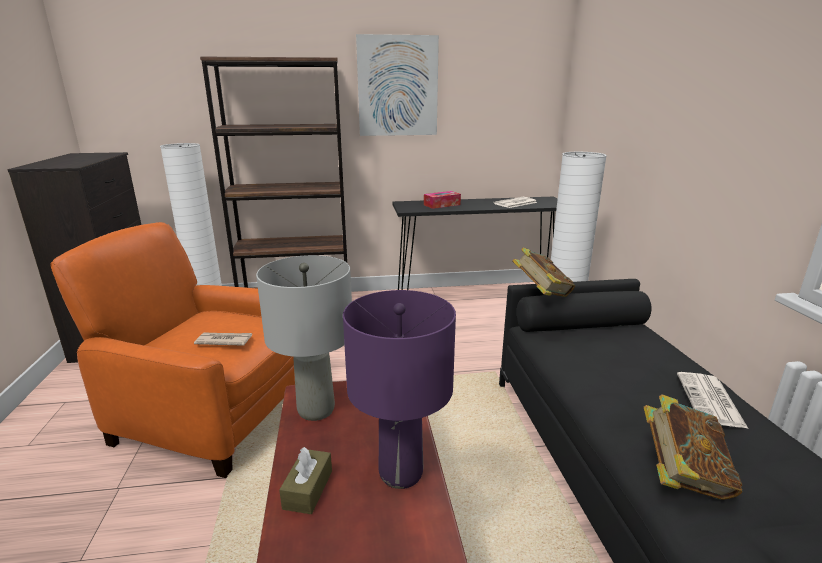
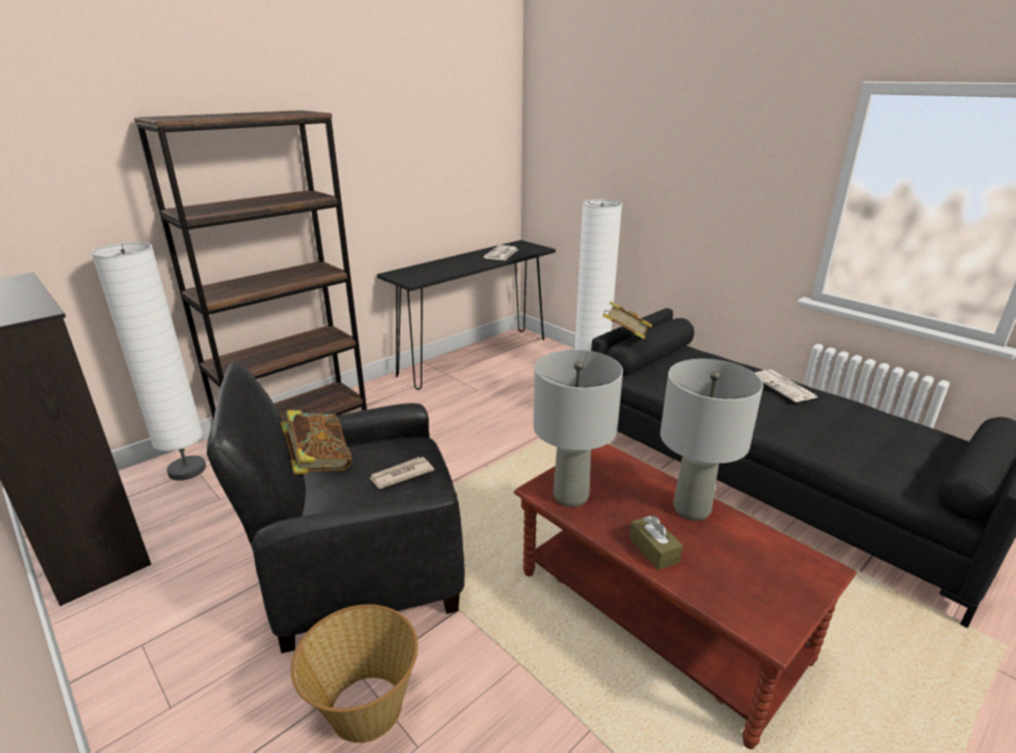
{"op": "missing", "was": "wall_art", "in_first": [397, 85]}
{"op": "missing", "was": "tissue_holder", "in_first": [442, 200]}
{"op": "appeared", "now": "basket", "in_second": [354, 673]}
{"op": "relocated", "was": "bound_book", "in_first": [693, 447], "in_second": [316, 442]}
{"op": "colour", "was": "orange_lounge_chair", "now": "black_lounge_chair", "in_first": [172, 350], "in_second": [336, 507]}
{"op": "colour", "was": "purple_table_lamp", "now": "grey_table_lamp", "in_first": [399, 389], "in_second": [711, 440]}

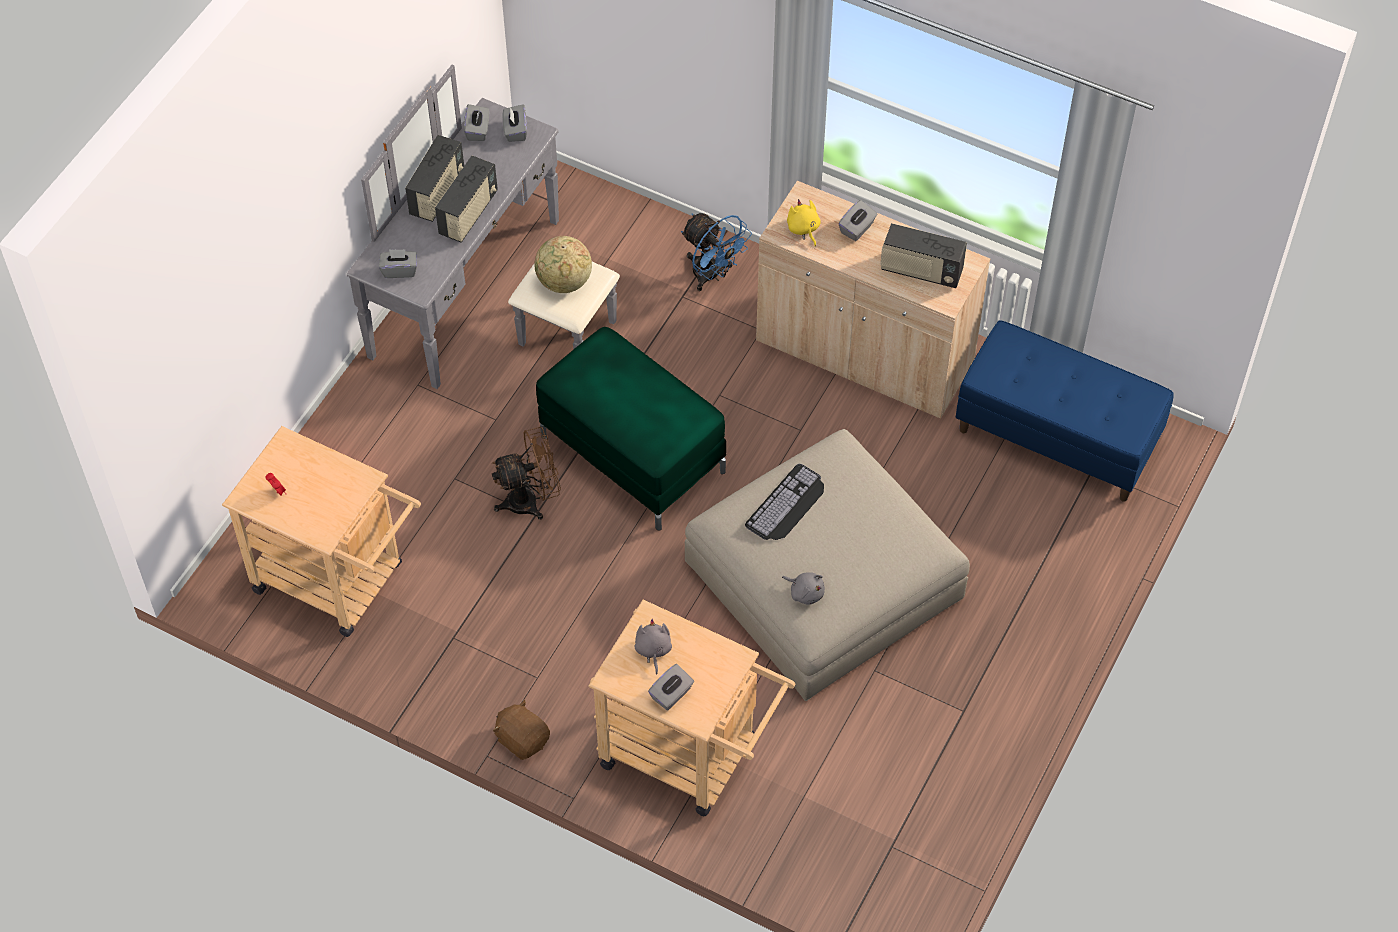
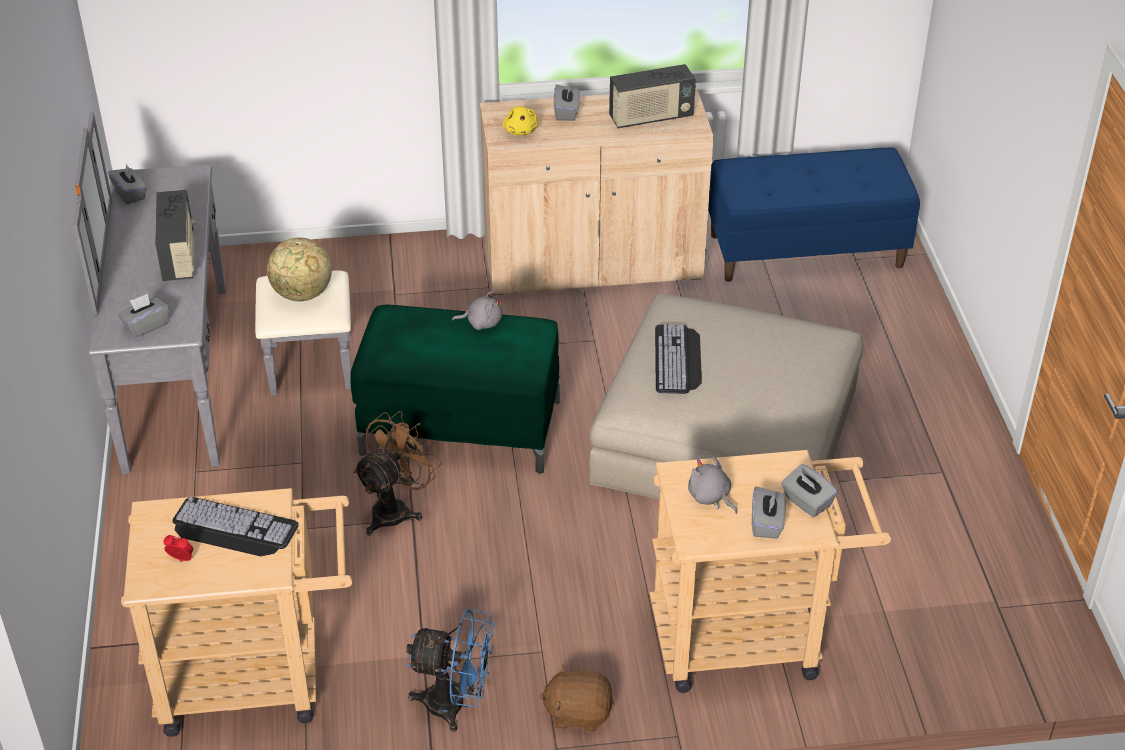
{"op": "missing", "was": "radio_receiver", "in_first": [434, 178]}
{"op": "appeared", "now": "PC_keyboard", "in_second": [236, 527]}
{"op": "relocated", "was": "grey_tissue_holder", "in_first": [515, 123], "in_second": [809, 490]}
{"op": "relocated", "was": "bluish_electric_fan", "in_first": [716, 252], "in_second": [450, 670]}
{"op": "relocated", "was": "grey_soft_toy", "in_first": [803, 588], "in_second": [477, 310]}
{"op": "spun", "was": "yellowish_soft_toy", "in_first": [804, 223], "in_second": [520, 121], "clockwise": -135}

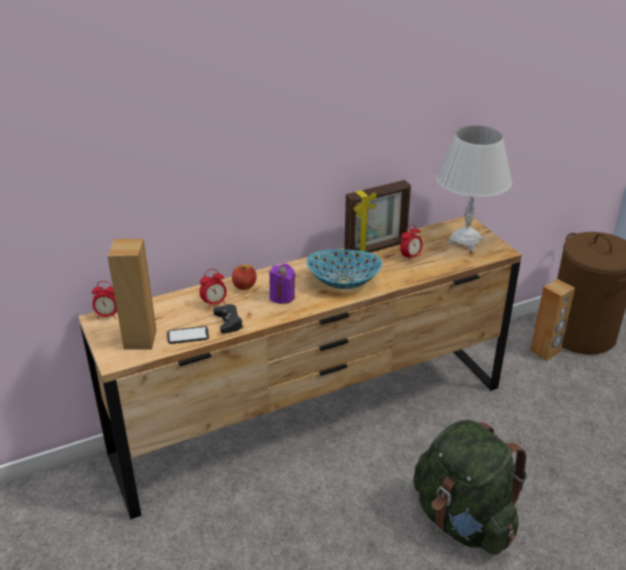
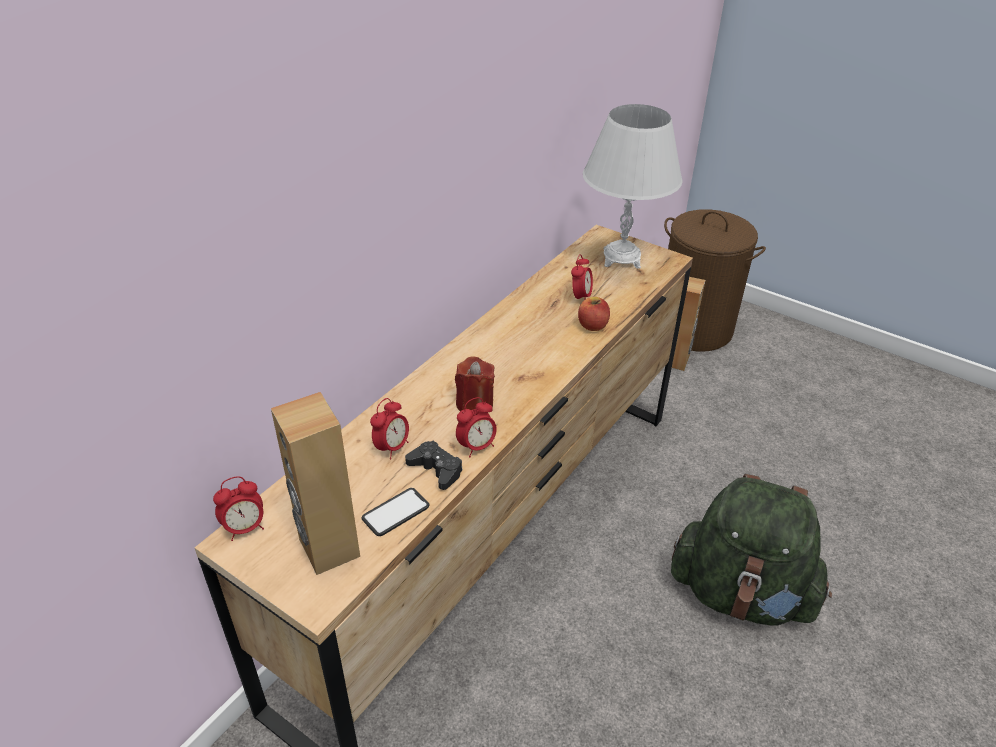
{"op": "missing", "was": "deep_dish", "in_first": [344, 269]}
{"op": "missing", "was": "standing_frame", "in_first": [377, 216]}
{"op": "appeared", "now": "table_clock", "in_second": [476, 427]}
{"op": "relocated", "was": "apple", "in_first": [244, 277], "in_second": [594, 314]}
{"op": "colour", "was": "purple_candle", "now": "reddish_candle", "in_first": [282, 283], "in_second": [475, 384]}

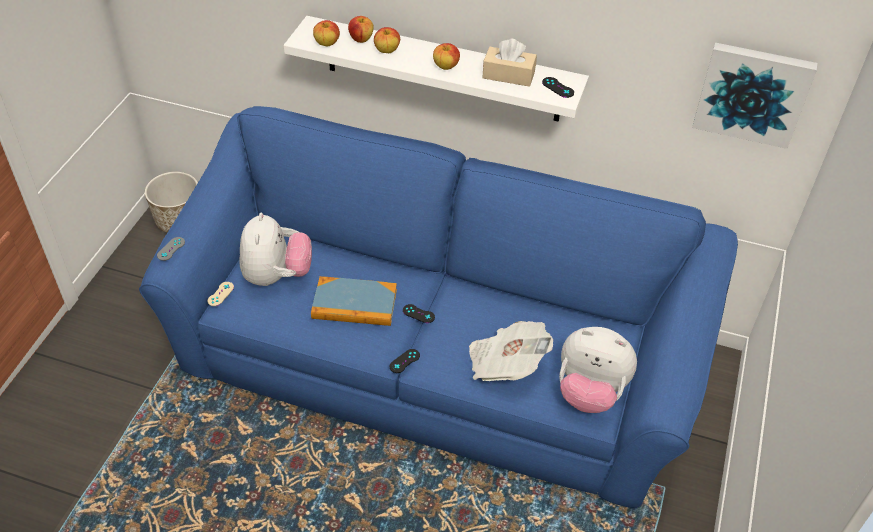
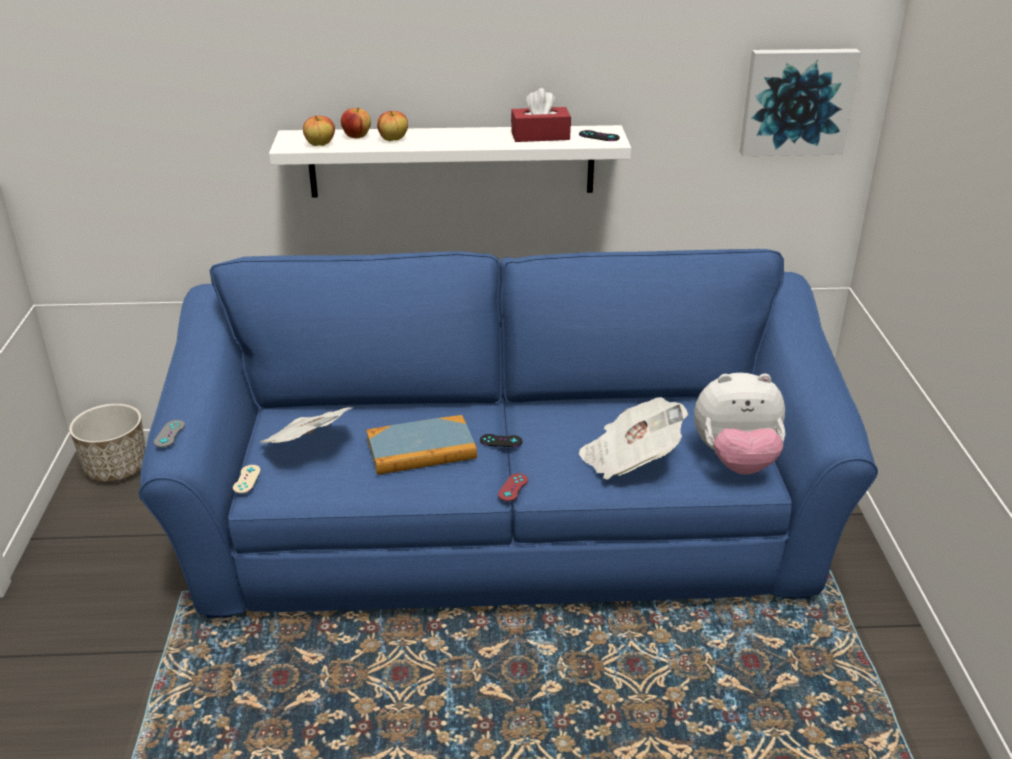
{"op": "missing", "was": "apple", "in_first": [446, 56]}
{"op": "exchanged", "was": "soft_toy", "now": "daily_paper", "in_first": [275, 249], "in_second": [307, 425]}
{"op": "colour", "was": "black_gamepad", "now": "reddish_gamepad", "in_first": [404, 361], "in_second": [513, 487]}
{"op": "colour", "was": "sand-coloured_tissue_holder", "now": "reddish_tissue_holder", "in_first": [509, 63], "in_second": [541, 115]}

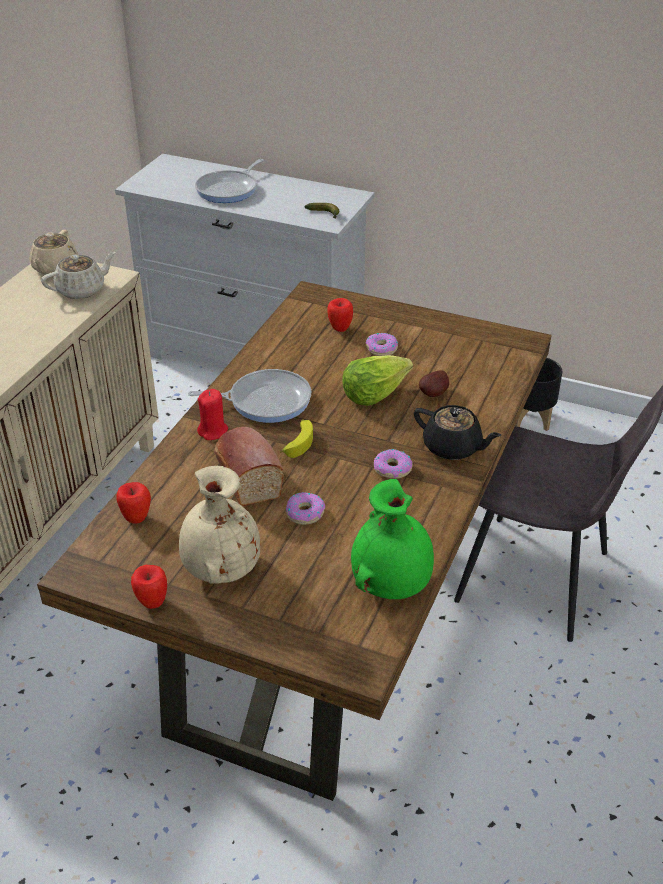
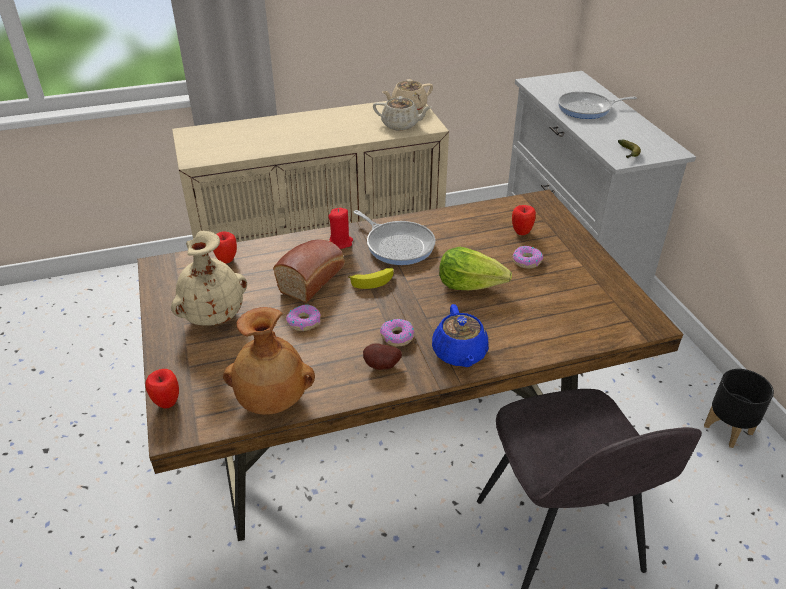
{"op": "relocated", "was": "apple", "in_first": [149, 587], "in_second": [162, 389]}
{"op": "relocated", "was": "potato", "in_first": [434, 383], "in_second": [382, 356]}
{"op": "colour", "was": "green-coloured_decorative_vase", "now": "brown-coloured_decorative_vase", "in_first": [392, 539], "in_second": [269, 361]}
{"op": "colour", "was": "black_pot_for_tea", "now": "bluish_pot_for_tea", "in_first": [458, 432], "in_second": [460, 335]}

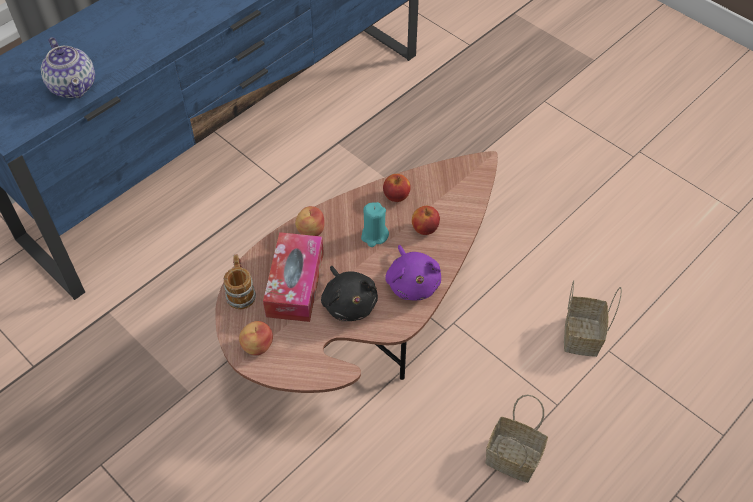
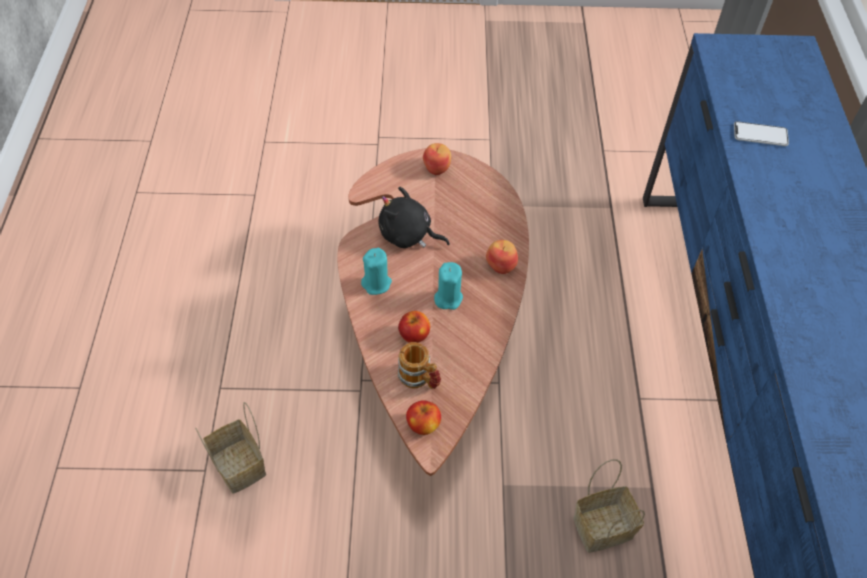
{"op": "missing", "was": "pot_for_tea", "in_first": [68, 67]}
{"op": "missing", "was": "tissue_holder", "in_first": [293, 277]}
{"op": "appeared", "now": "handset", "in_second": [761, 133]}
{"op": "relocated", "was": "coffee_mug", "in_first": [240, 282], "in_second": [419, 365]}
{"op": "relocated", "was": "apple", "in_first": [397, 188], "in_second": [423, 417]}
{"op": "relocated", "was": "basket", "in_first": [516, 438], "in_second": [609, 506]}
{"op": "exchanged", "was": "purple_soft_toy", "now": "turquoise-coloured_candle", "in_first": [413, 273], "in_second": [376, 271]}

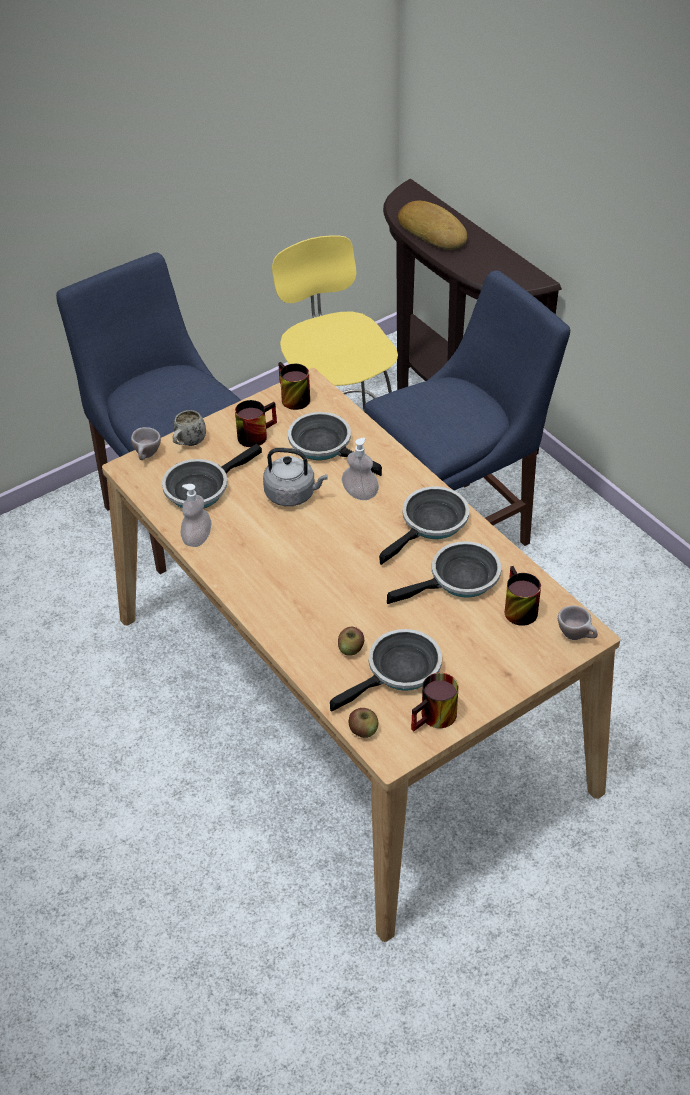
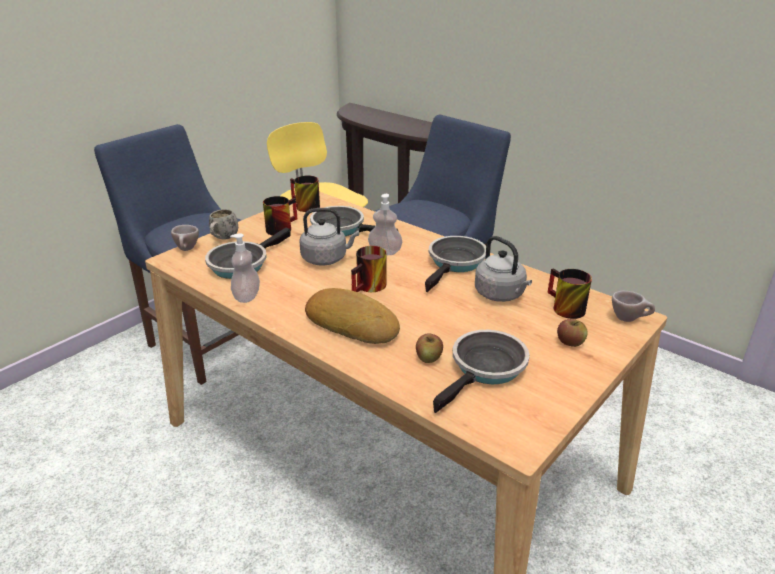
{"op": "relocated", "was": "apple", "in_first": [363, 723], "in_second": [572, 333]}
{"op": "relocated", "was": "bread", "in_first": [432, 225], "in_second": [352, 316]}
{"op": "relocated", "was": "coffee_mug", "in_first": [435, 702], "in_second": [368, 269]}
{"op": "exchanged", "was": "frying_pan", "now": "grey_tea_kettle", "in_first": [444, 572], "in_second": [503, 269]}

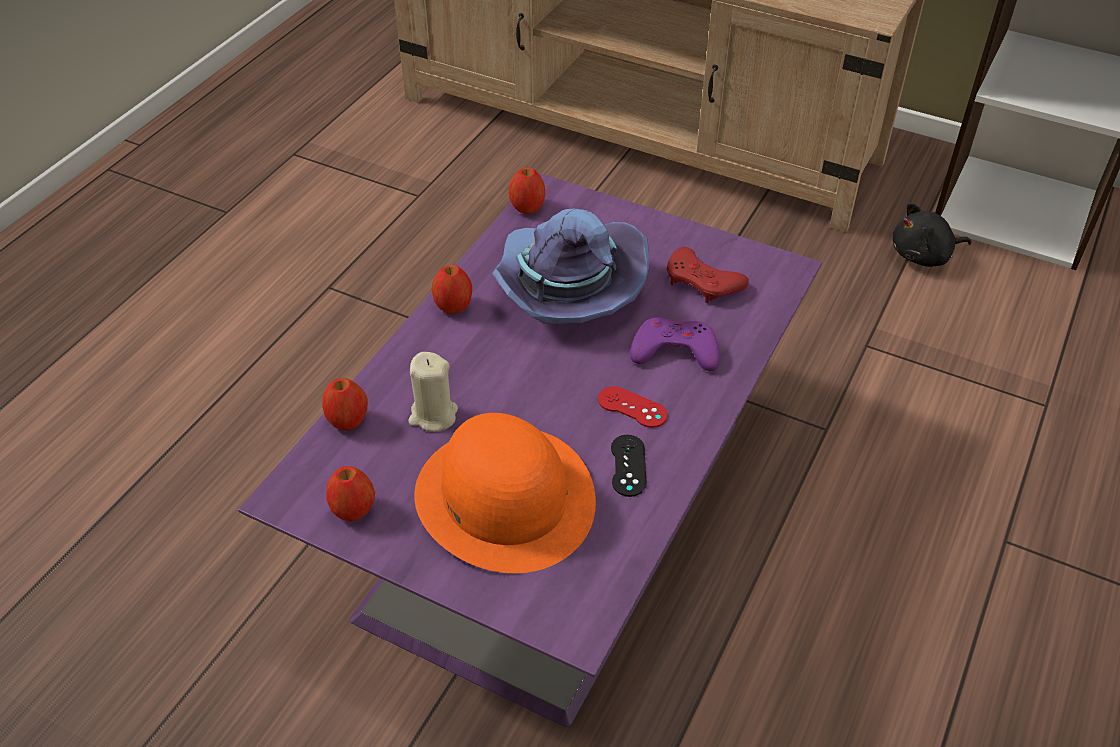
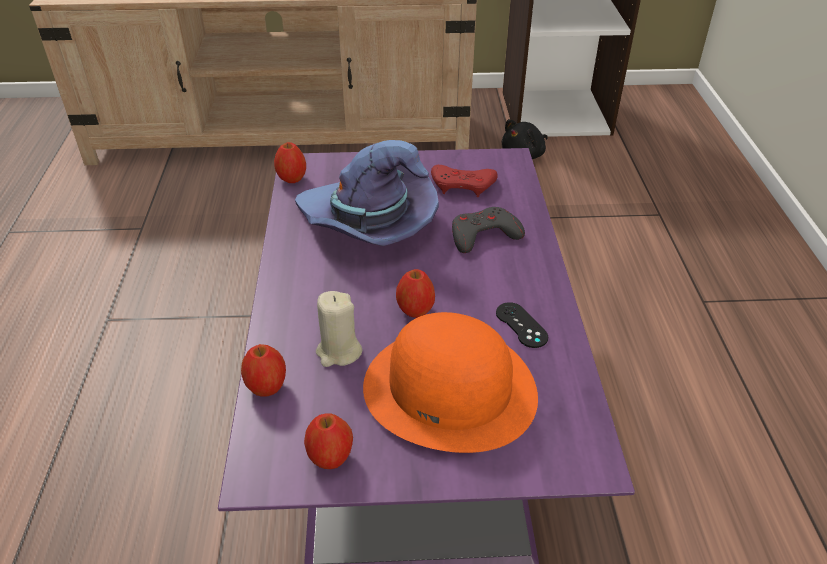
{"op": "missing", "was": "reddish_gamepad", "in_first": [633, 407]}
{"op": "relocated", "was": "apple", "in_first": [451, 289], "in_second": [415, 293]}
{"op": "colour", "was": "purple_gamepad", "now": "grey_gamepad", "in_first": [675, 344], "in_second": [488, 230]}

